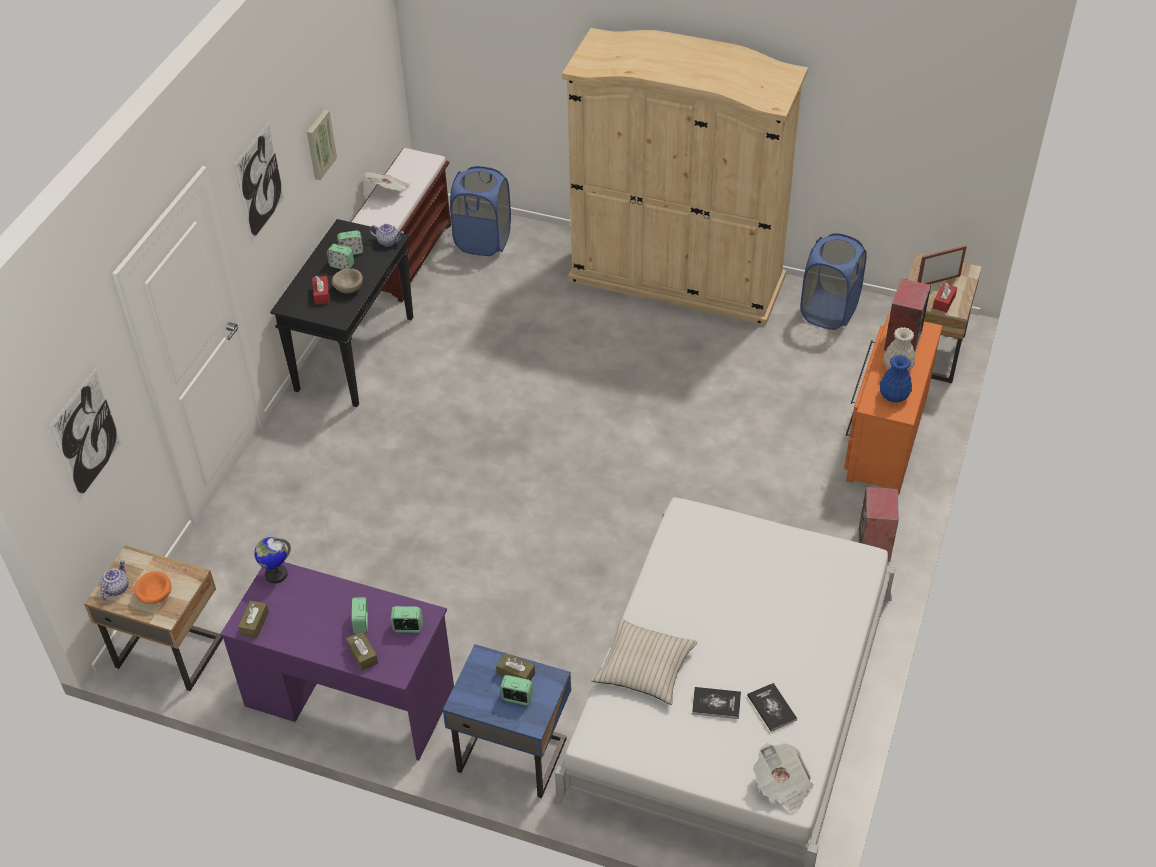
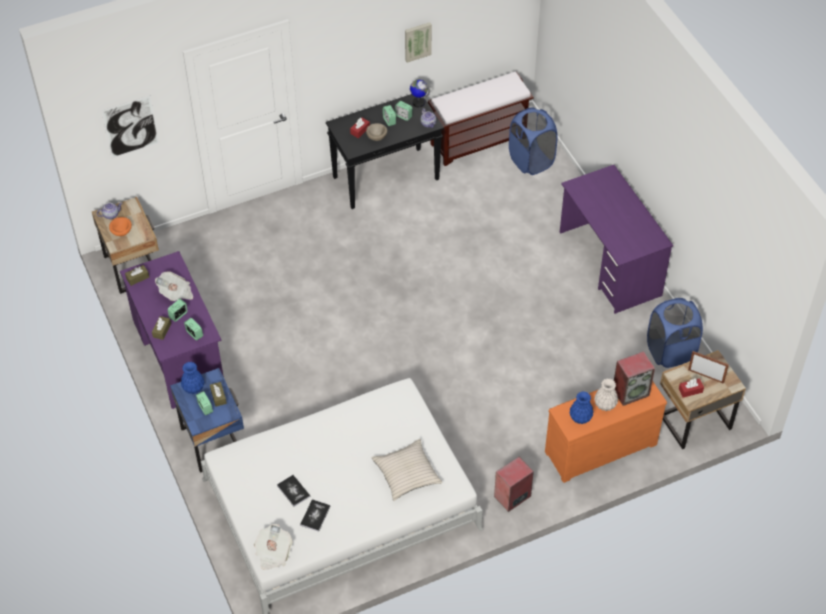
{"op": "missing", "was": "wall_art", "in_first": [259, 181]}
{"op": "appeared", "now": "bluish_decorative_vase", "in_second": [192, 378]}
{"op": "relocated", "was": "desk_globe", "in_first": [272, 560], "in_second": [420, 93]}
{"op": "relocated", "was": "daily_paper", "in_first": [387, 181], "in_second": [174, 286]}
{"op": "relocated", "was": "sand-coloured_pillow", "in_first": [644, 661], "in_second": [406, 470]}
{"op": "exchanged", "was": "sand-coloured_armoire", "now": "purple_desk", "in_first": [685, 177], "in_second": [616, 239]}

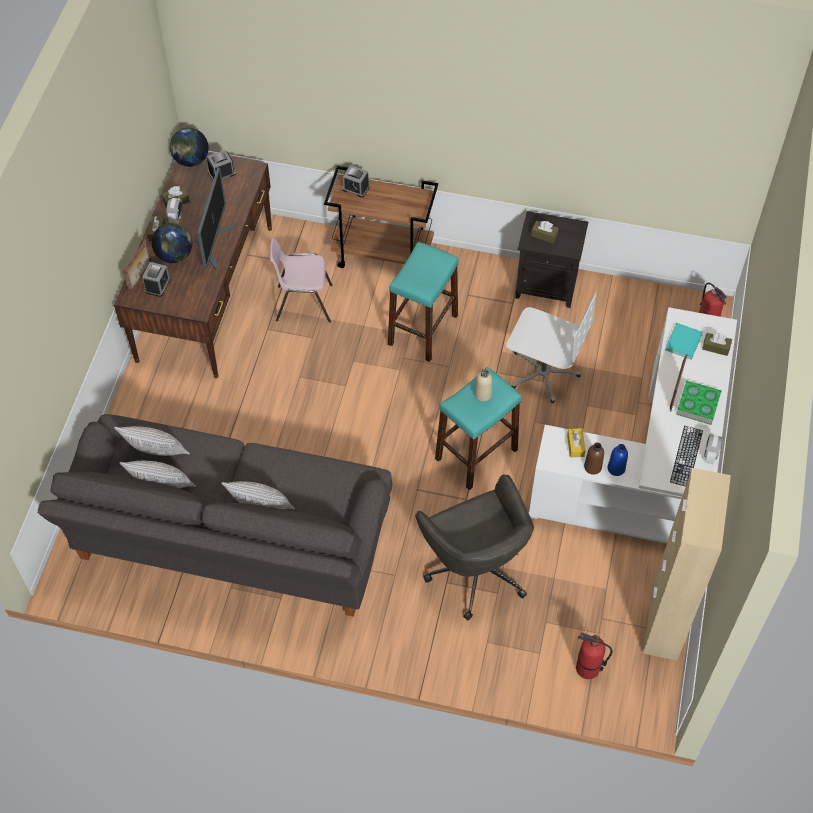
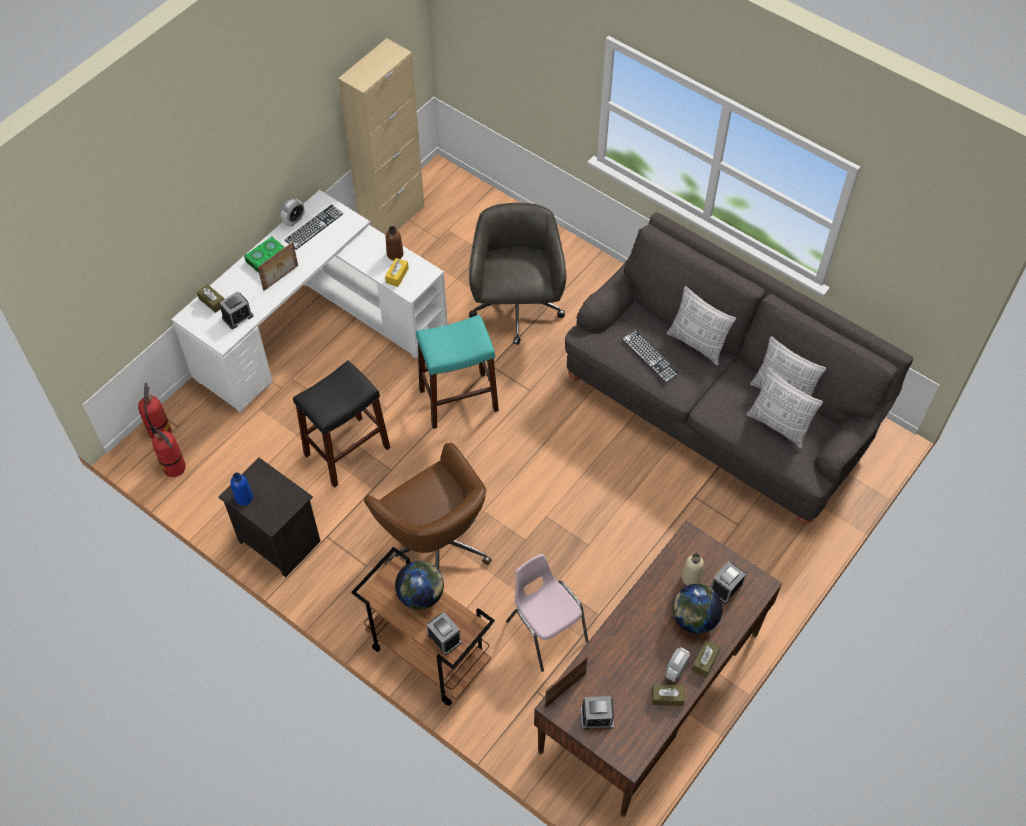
{"op": "missing", "was": "computer_screen", "in_first": [215, 218]}
{"op": "missing", "was": "brown-coloured_tissue_holder", "in_first": [545, 232]}
{"op": "appeared", "now": "PC_keyboard", "in_second": [650, 356]}
{"op": "relocated", "was": "standing_frame", "in_first": [137, 266], "in_second": [566, 682]}
{"op": "relocated", "was": "desk_globe", "in_first": [189, 147], "in_second": [419, 585]}
{"op": "relocated", "was": "sand-coloured_beverage_bottle", "in_first": [483, 385], "in_second": [692, 569]}
{"op": "relocated", "was": "fire_extinguisher", "in_first": [594, 655], "in_second": [168, 451]}
{"op": "relocated", "was": "bluish_beverage_bottle", "in_first": [618, 460], "in_second": [241, 489]}
{"op": "exchanged", "was": "turquoise-coloured_stool_seat", "now": "brown-coloured_computer_chair", "in_first": [423, 302], "in_second": [428, 506]}
{"op": "exchanged", "was": "white_computer_chair", "now": "black_stool_seat", "in_first": [551, 347], "in_second": [341, 424]}
{"op": "exchanged", "was": "turquoise-coloured_bound_book", "now": "table_clock", "in_first": [684, 341], "in_second": [236, 310]}
{"op": "spun", "was": "pink-coloured_chair", "in_first": [301, 280], "in_second": [547, 613], "clockwise": -150}

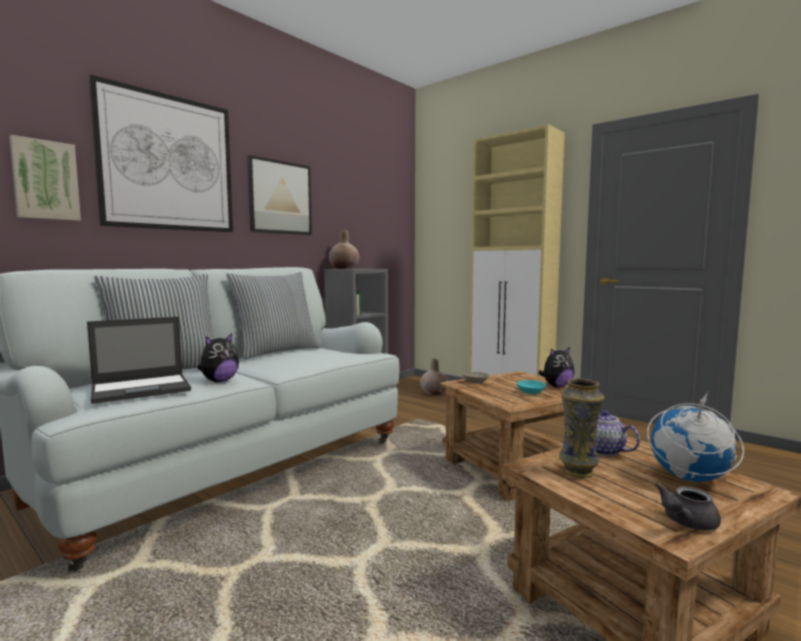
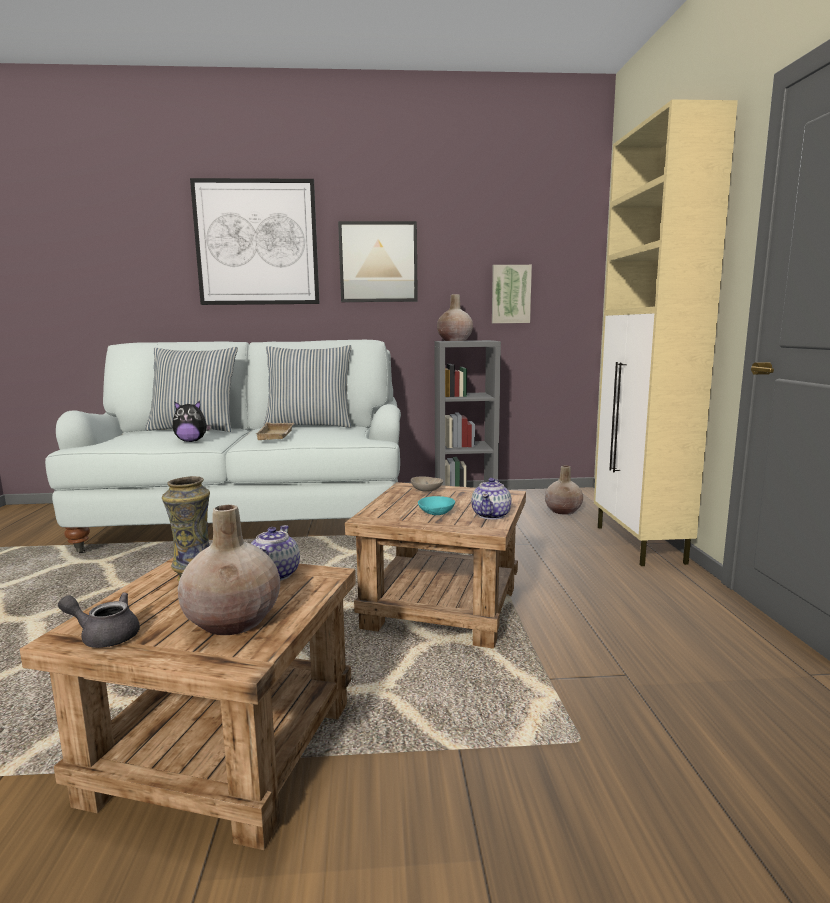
{"op": "missing", "was": "notebook_computer", "in_first": [139, 360]}
{"op": "appeared", "now": "sand-coloured_tray", "in_second": [275, 431]}
{"op": "relocated", "was": "wall_art", "in_first": [45, 178], "in_second": [512, 294]}
{"op": "exchanged", "was": "soft_toy", "now": "pot_for_tea", "in_first": [556, 367], "in_second": [491, 499]}
{"op": "exchanged", "was": "desk_globe", "now": "sand-coloured_decorative_vase", "in_first": [695, 437], "in_second": [229, 570]}

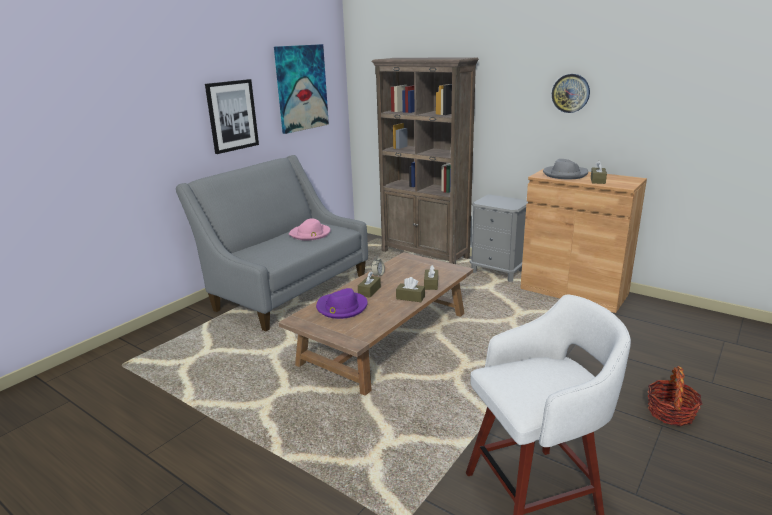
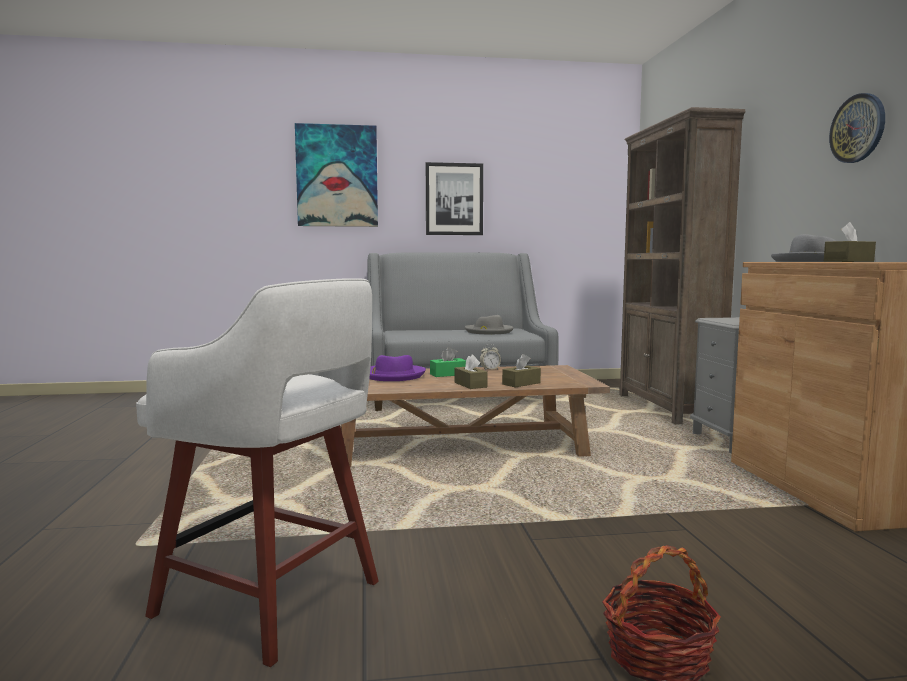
{"op": "relocated", "was": "wall_art", "in_first": [301, 89], "in_second": [336, 175]}
{"op": "colour", "was": "pink-coloured_wearable_hat", "now": "grey_wearable_hat", "in_first": [310, 229], "in_second": [489, 324]}
{"op": "colour", "was": "brown-coloured_tissue_holder", "now": "green-coloured_tissue_holder", "in_first": [369, 285], "in_second": [448, 362]}

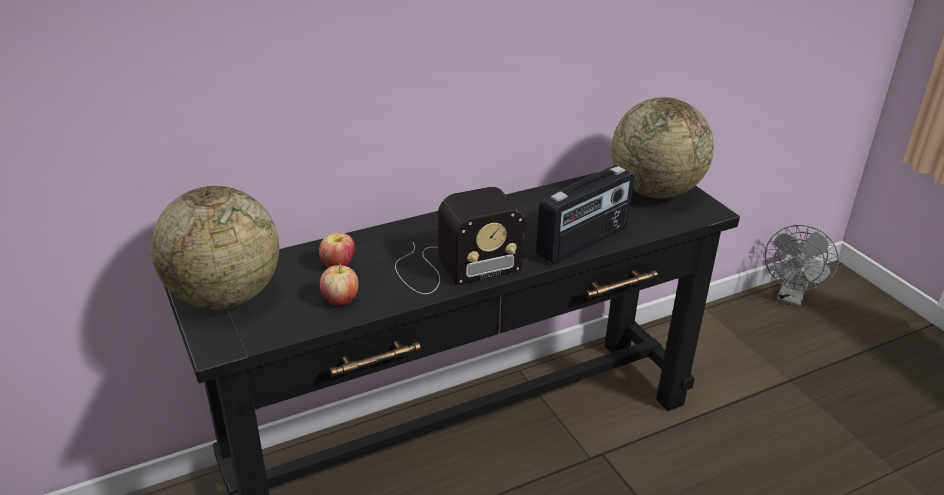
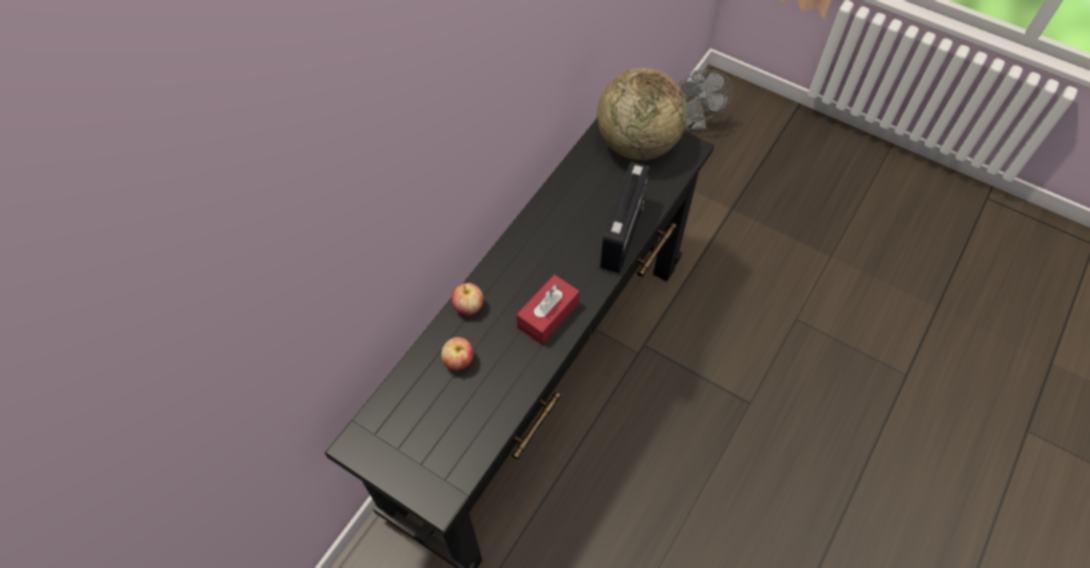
{"op": "missing", "was": "desk_globe", "in_first": [215, 248]}
{"op": "relocated", "was": "apple", "in_first": [339, 285], "in_second": [468, 299]}
{"op": "exchanged", "was": "radio_receiver", "now": "reddish_tissue_holder", "in_first": [460, 240], "in_second": [548, 310]}

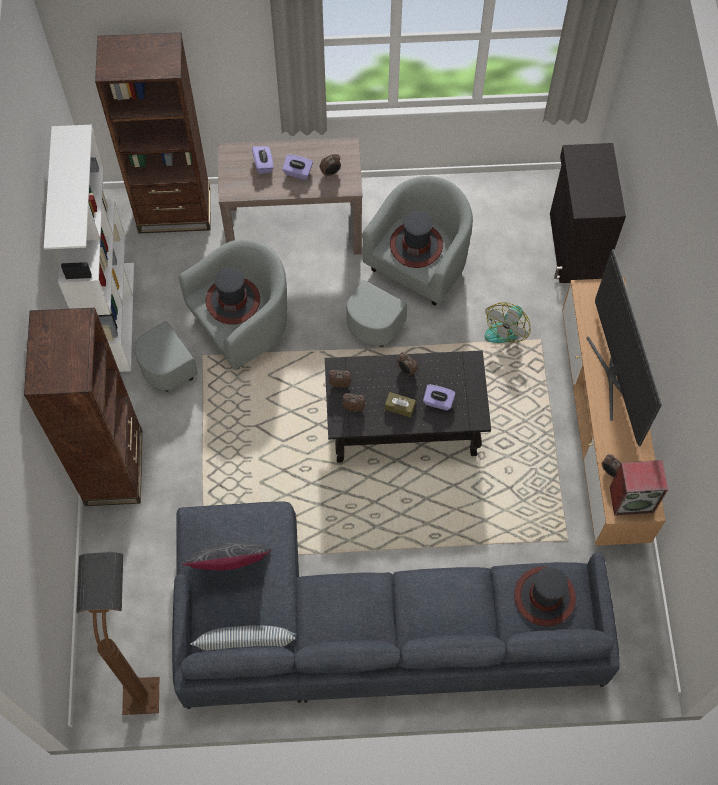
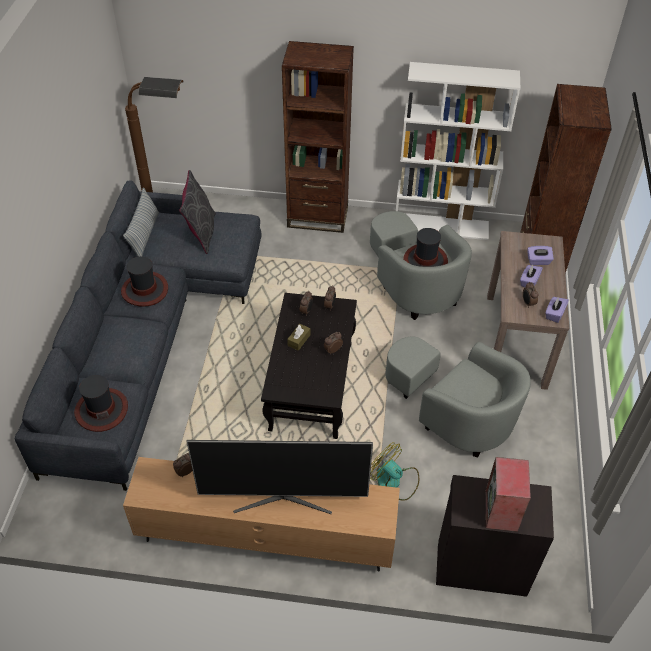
{"op": "relocated", "was": "wearable_hat", "in_first": [416, 239], "in_second": [144, 281]}
{"op": "relocated", "was": "purple_tissue_holder", "in_first": [439, 397], "in_second": [557, 310]}
{"op": "relocated", "was": "audio_speaker", "in_first": [639, 488], "in_second": [508, 494]}

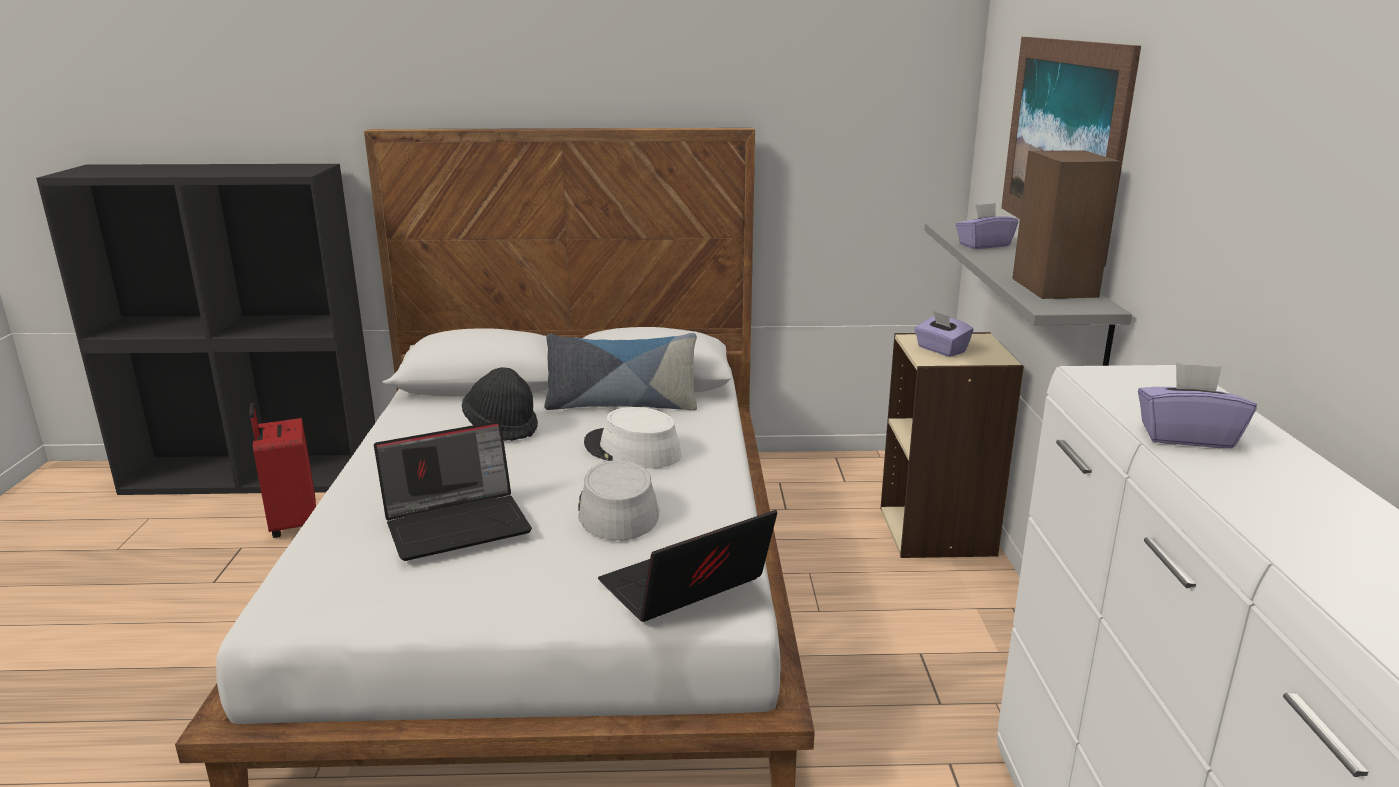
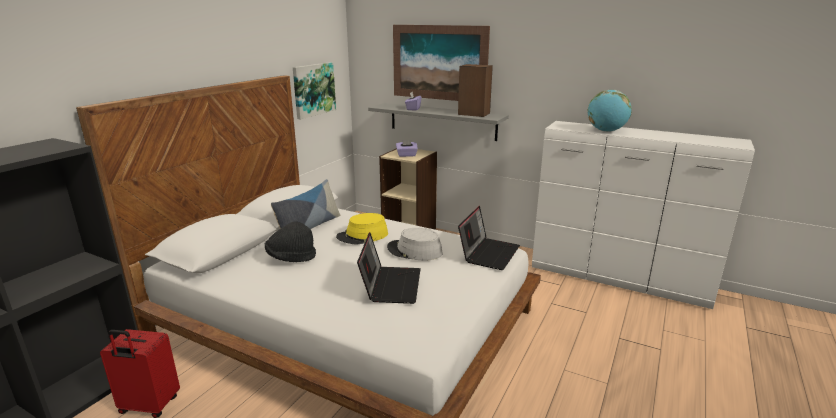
{"op": "appeared", "now": "wall_art", "in_second": [314, 90]}
{"op": "exchanged", "was": "purple_tissue_holder", "now": "desk_globe", "in_first": [1197, 405], "in_second": [610, 111]}
{"op": "colour", "was": "white_wearable_hat", "now": "yellowish_wearable_hat", "in_first": [633, 437], "in_second": [362, 229]}
{"op": "spun", "was": "notebook_computer", "in_first": [687, 566], "in_second": [489, 238], "clockwise": -150}

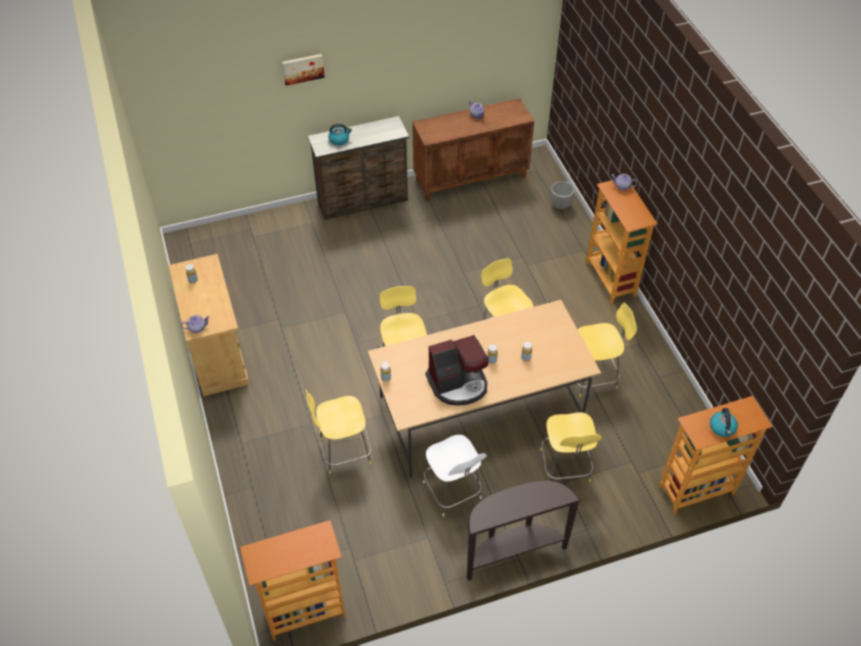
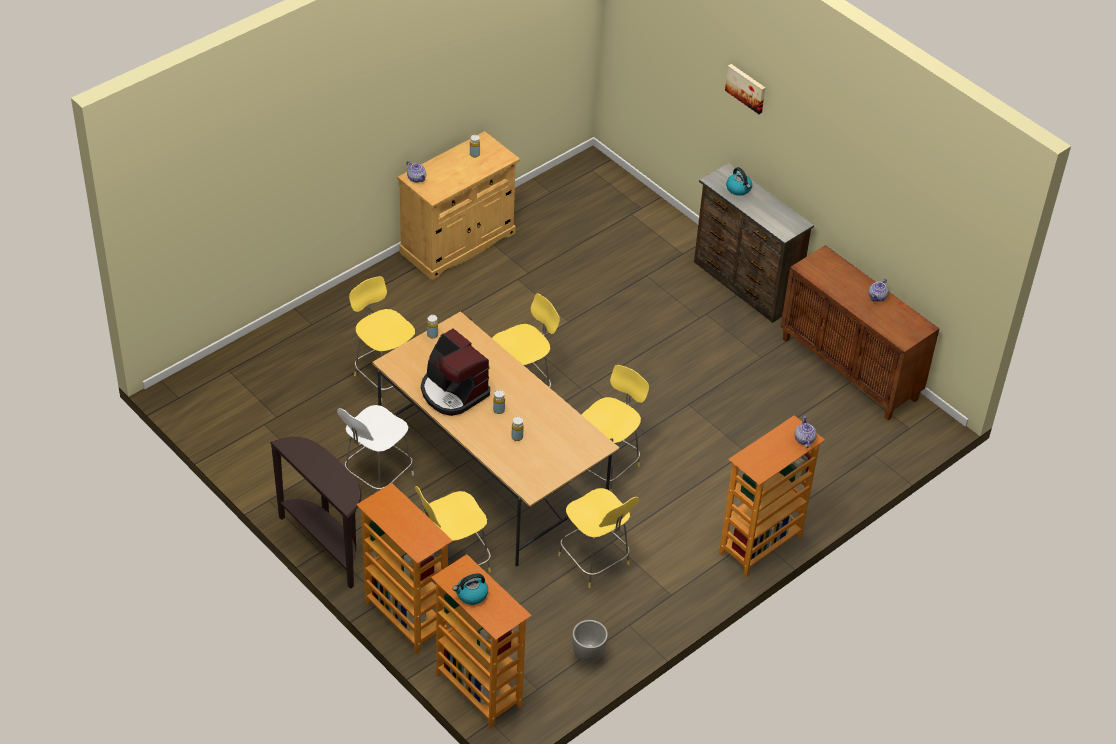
{"op": "relocated", "was": "bookcase", "in_first": [293, 580], "in_second": [404, 568]}
{"op": "relocated", "was": "plant_pot", "in_first": [563, 195], "in_second": [590, 641]}

